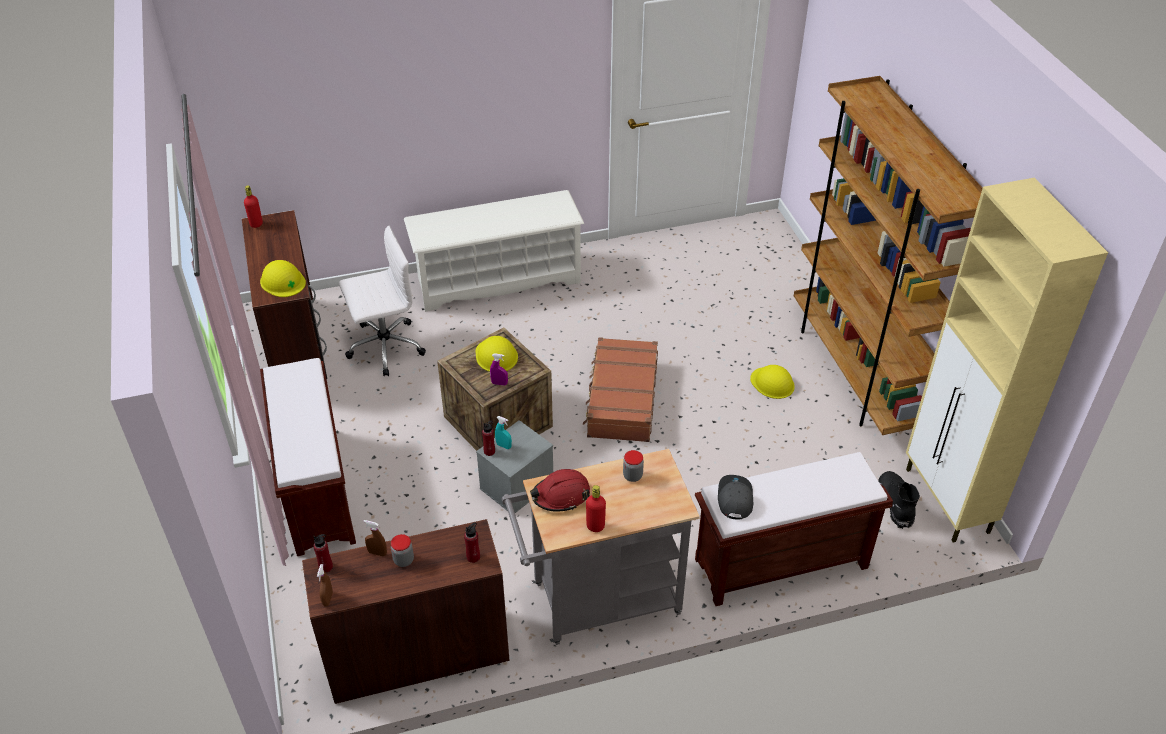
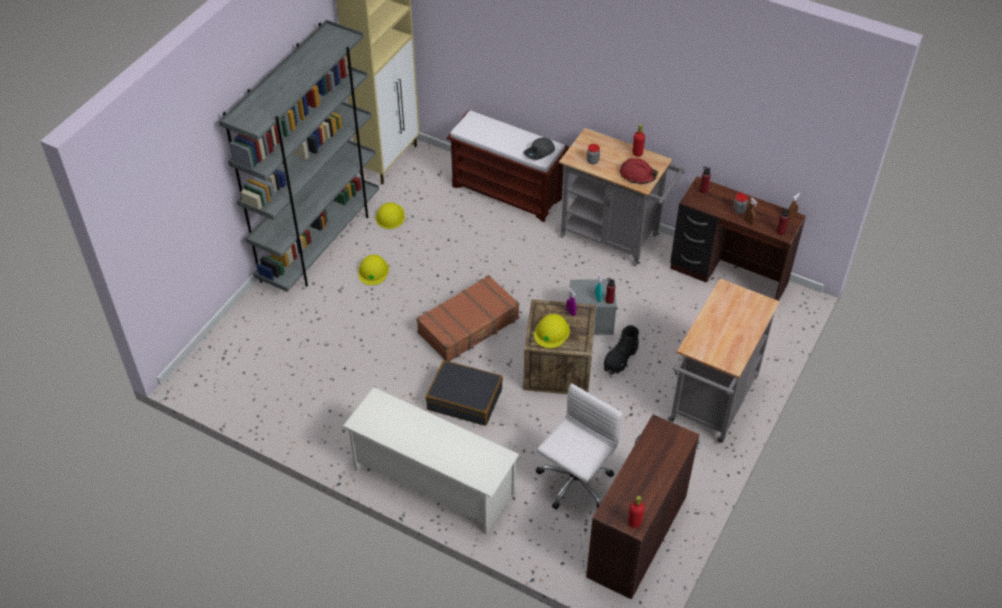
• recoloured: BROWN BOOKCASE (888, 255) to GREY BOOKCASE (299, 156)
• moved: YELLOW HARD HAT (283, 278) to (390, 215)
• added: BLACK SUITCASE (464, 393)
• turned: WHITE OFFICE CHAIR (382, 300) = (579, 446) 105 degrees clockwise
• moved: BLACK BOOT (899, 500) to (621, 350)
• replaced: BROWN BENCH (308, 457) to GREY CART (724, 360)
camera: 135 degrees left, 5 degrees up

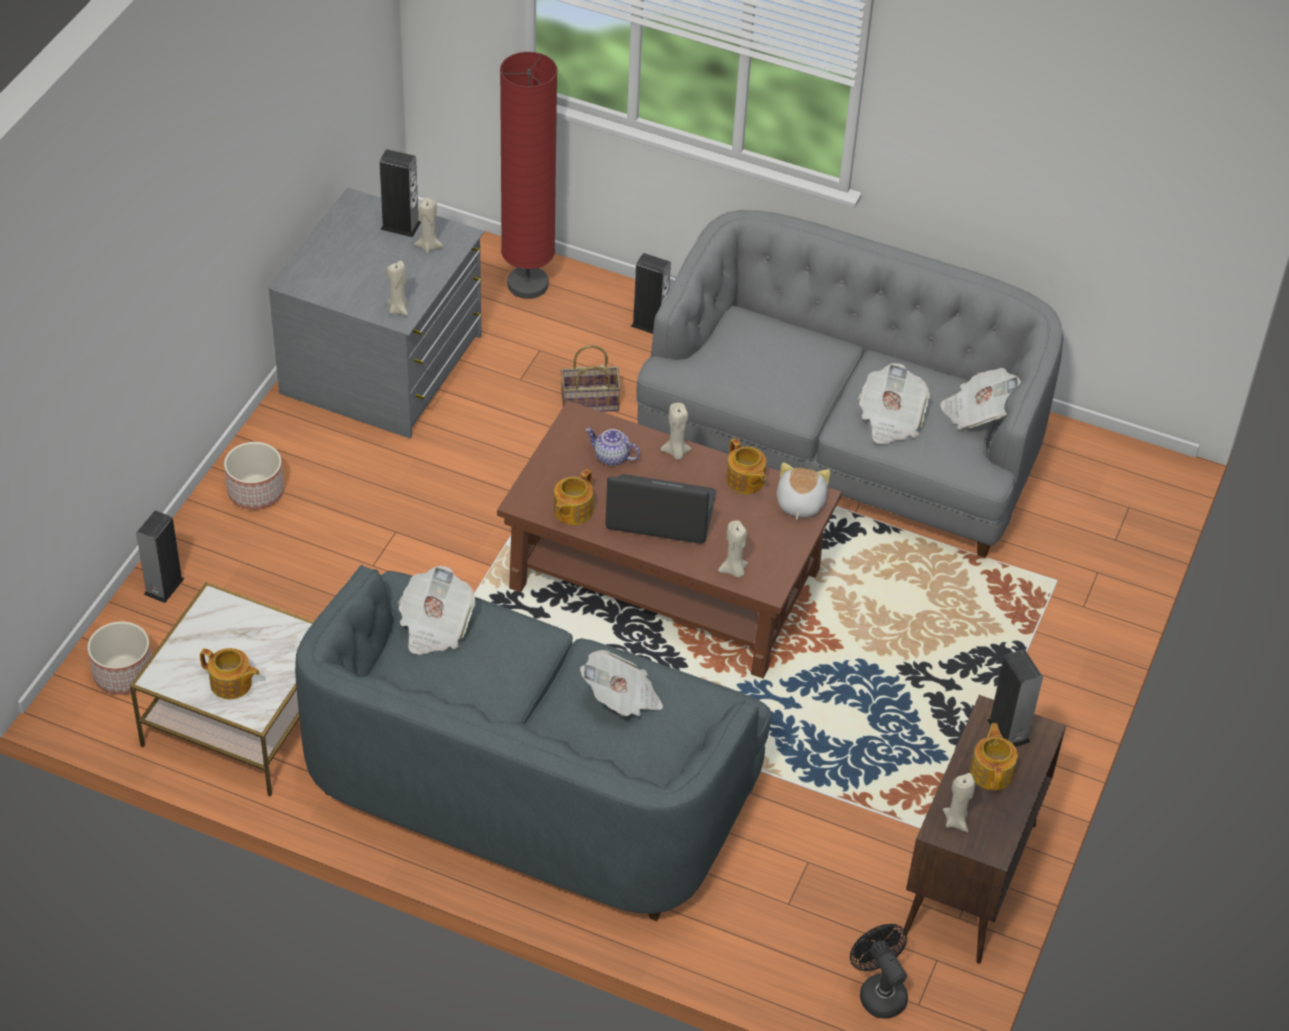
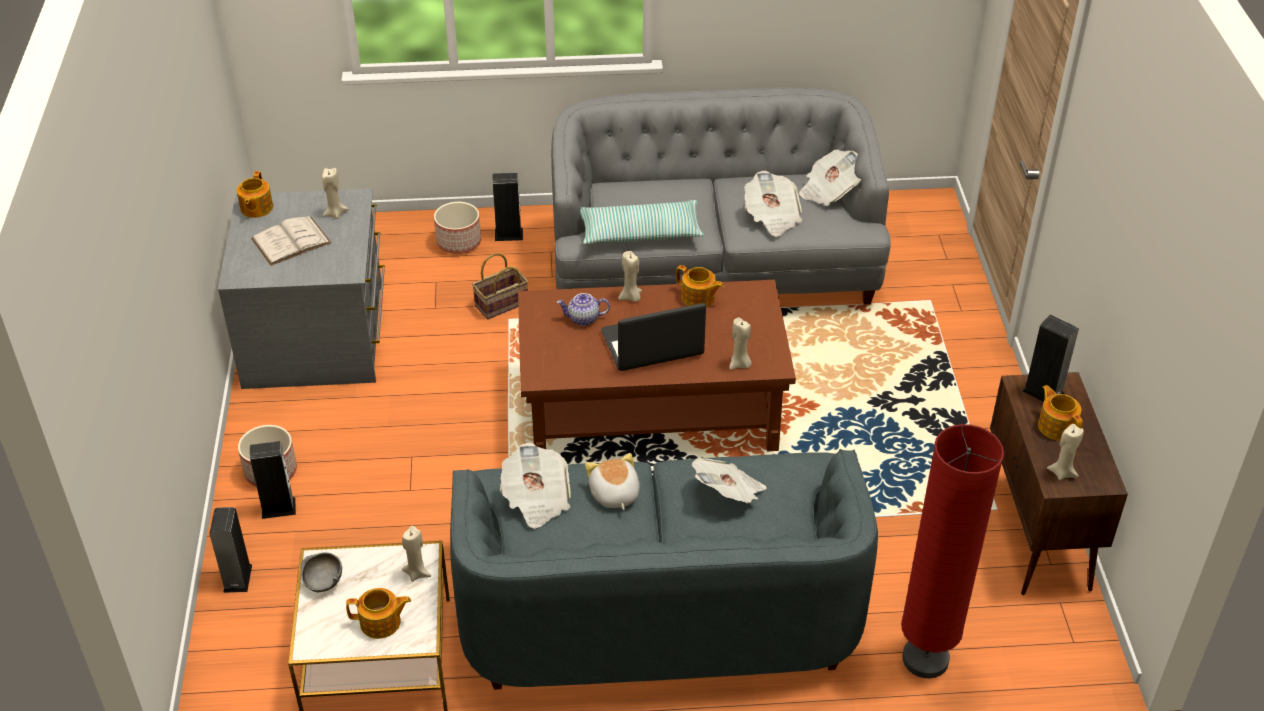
• moved: TEAPOT (573, 497) to (255, 194)
• moved: SPEAKER (400, 193) to (273, 480)
• added: WHITE BOOK (291, 241)
• added: GREY BOWL (321, 572)
• moved: BEIGE CANDLE (397, 288) to (416, 554)
• moved: PLANTER (119, 658) to (457, 228)
• added: PILLOW (642, 222)
• moved: PLUSH TOY (804, 491) to (612, 481)
• moved: RED FLOOR LAMP (529, 175) to (952, 551)
• removed: BLACK FAN (879, 971)
camera: 25 degrees left, 5 degrees down

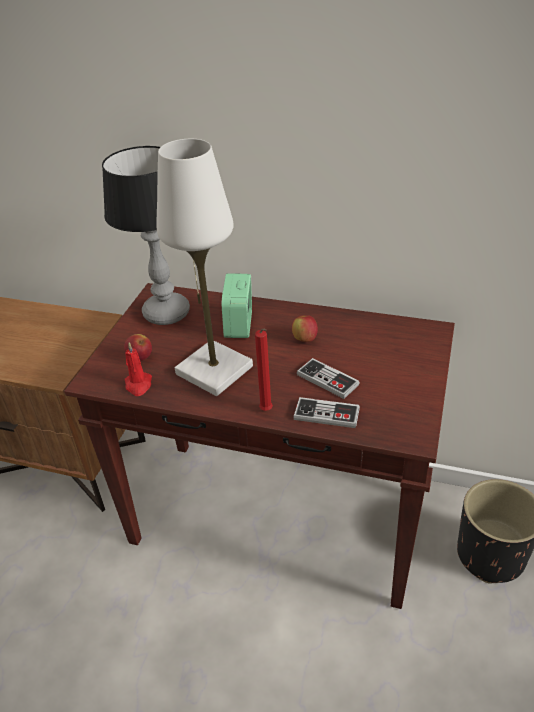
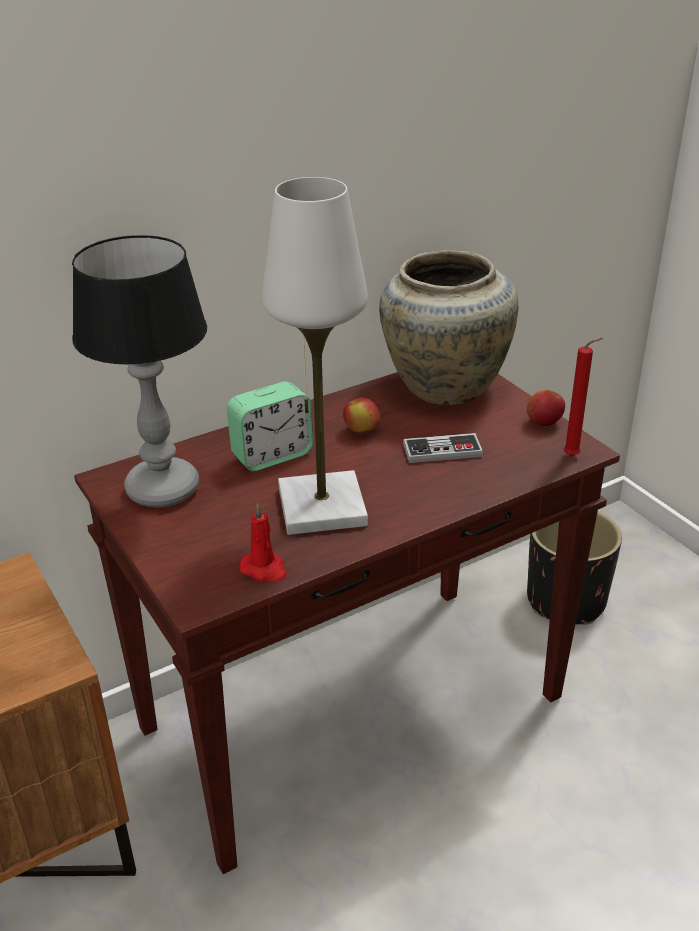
• turned: ALARM CLOCK (237, 305) = (270, 426) 75 degrees counterclockwise
• added: BEIGE VASE (448, 328)
• moved: APPLE (138, 347) to (546, 407)
• moved: RED CANDLE (264, 369) to (583, 397)
• removed: GAME CONTROLLER (326, 412)
camera: 50 degrees left, 5 degrees down

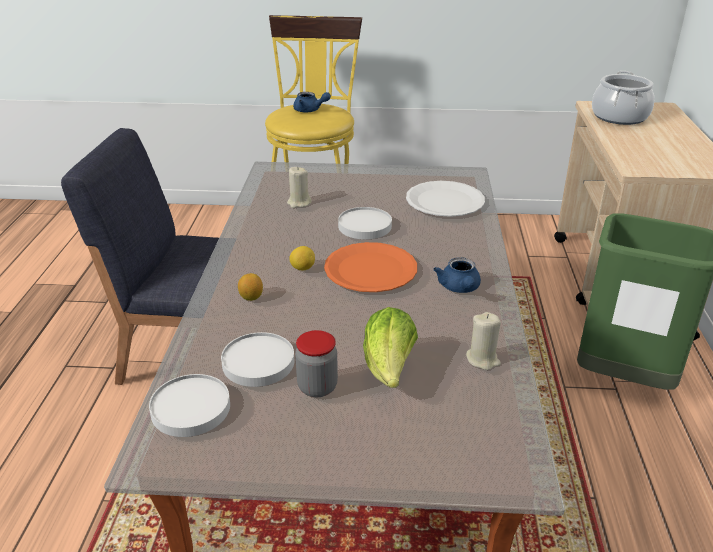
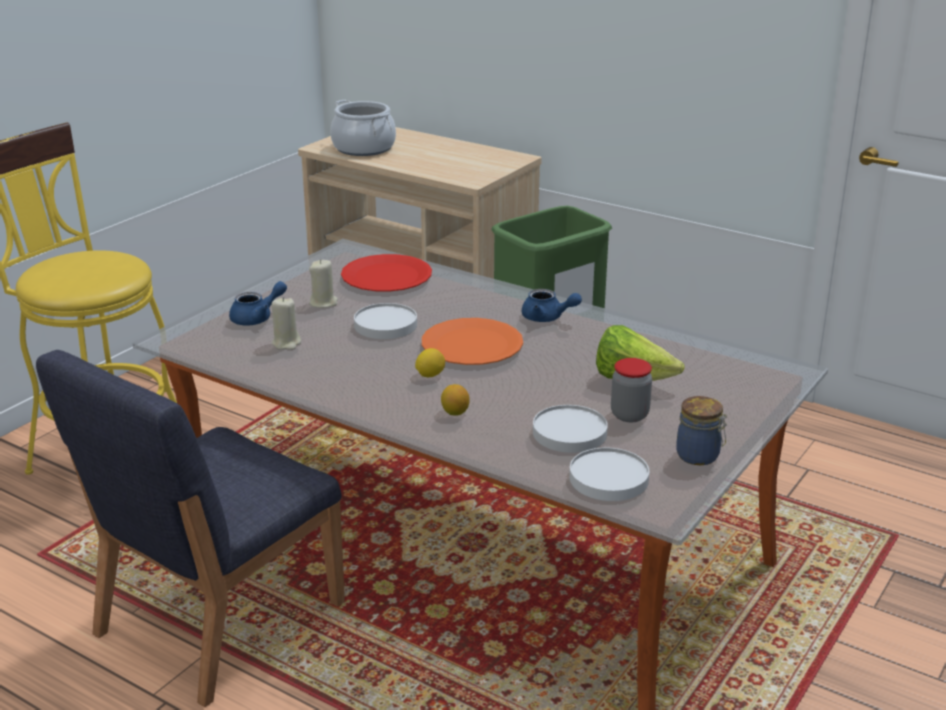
• moved: BLUE TEAPOT (312, 102) to (258, 303)
• moved: BEIGE CANDLE (483, 341) to (323, 283)
• recoloured: WHITE PLATE (445, 199) to RED PLATE (386, 273)
• added: JAR (701, 430)
camera: 60 degrees left, 5 degrees down

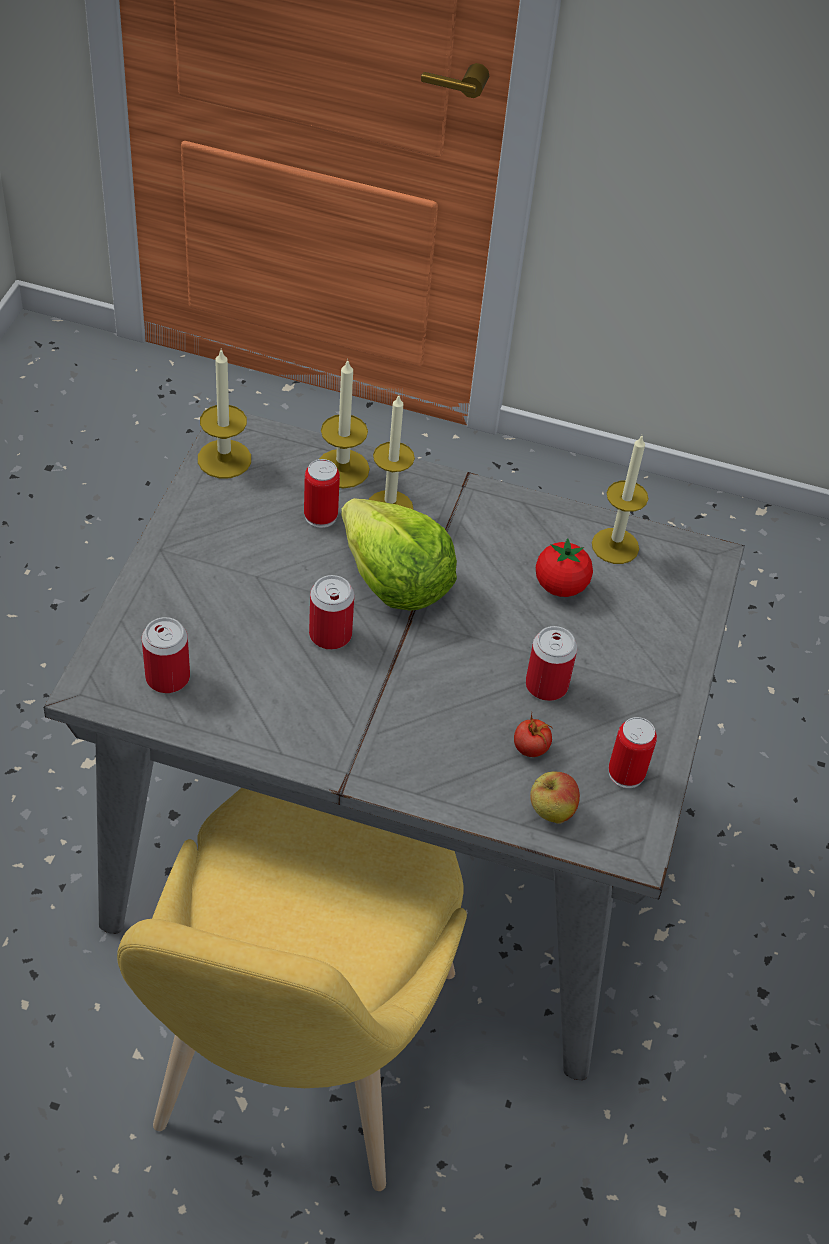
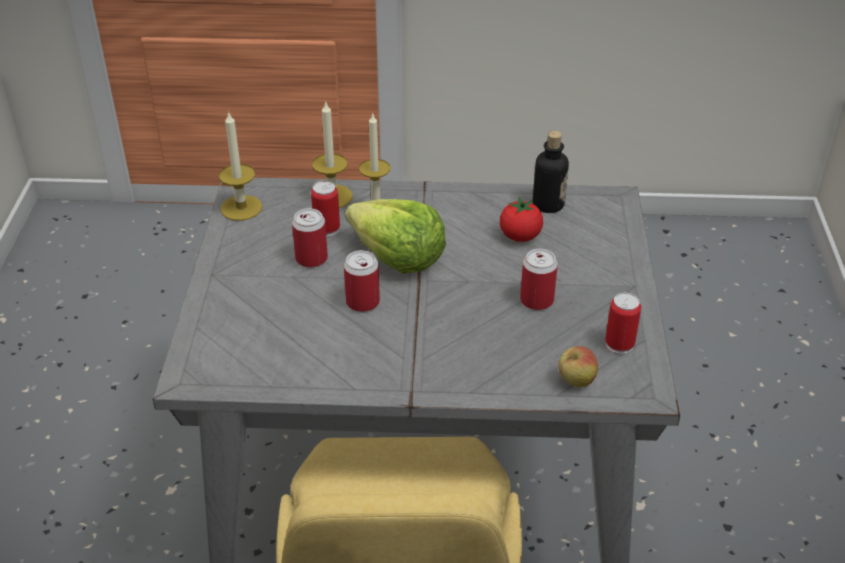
• moved: CAN (166, 655) to (310, 238)
• replaced: CANDLE (620, 500) to BOTTLE (551, 172)
• removed: TOMATO (533, 735)
camera: 10 degrees left, 10 degrees down

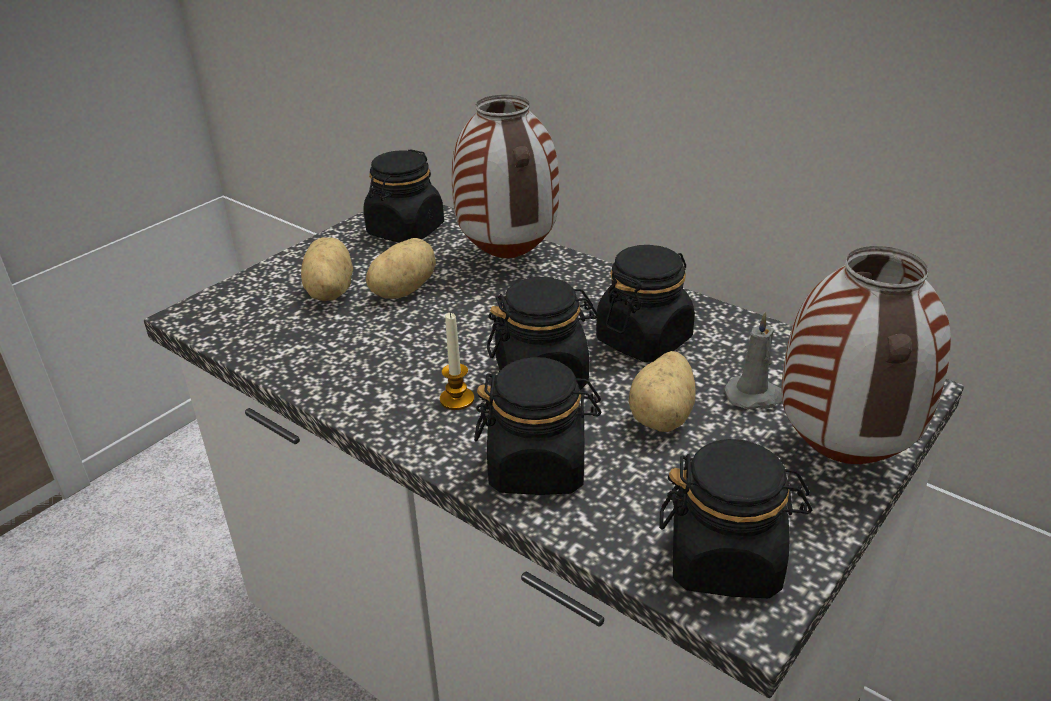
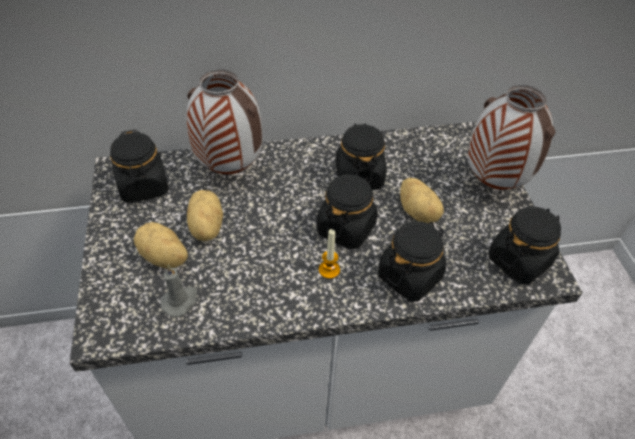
• moved: GREY CANDLE (753, 360) to (179, 291)
camera: 50 degrees left, 15 degrees up

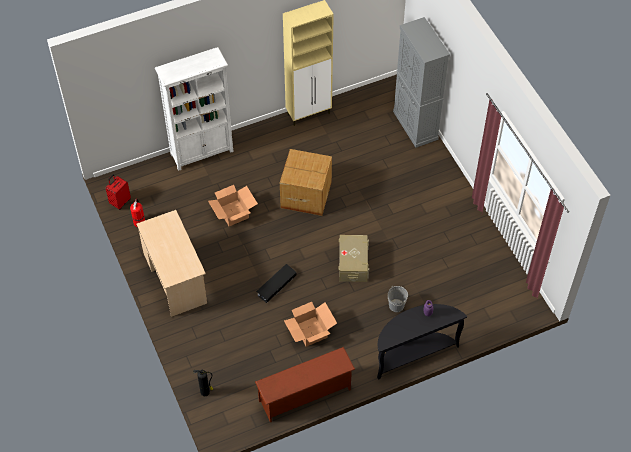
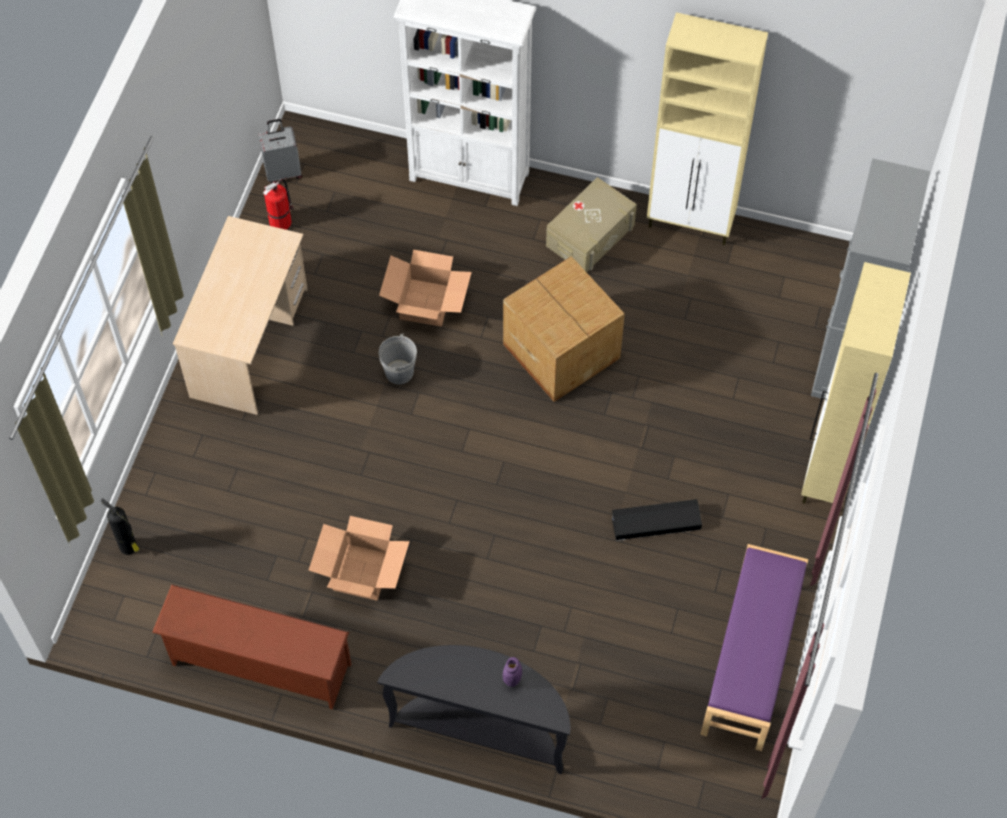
• recoloured: RED SUITCASE (118, 192) to GREY SUITCASE (280, 151)
• moved: GREY BUCKET (398, 299) to (398, 359)
• moved: BEIGE STORAGE BOX (353, 258) to (591, 224)
• moved: BLACK STORAGE BOX (276, 283) to (657, 520)
• added: PURPLE BENCH (754, 647)
• added: BEIGE CABINET (856, 383)
camera: 40 degrees right, 5 degrees up

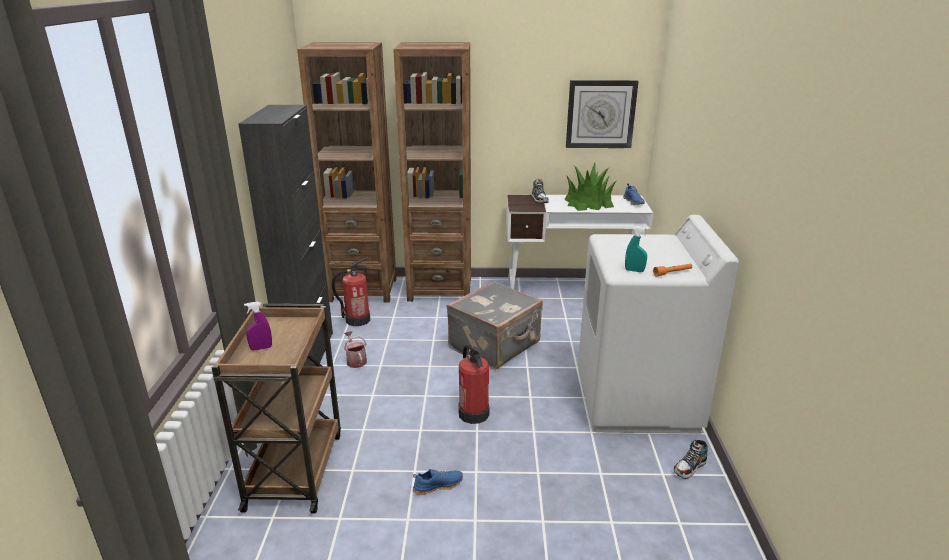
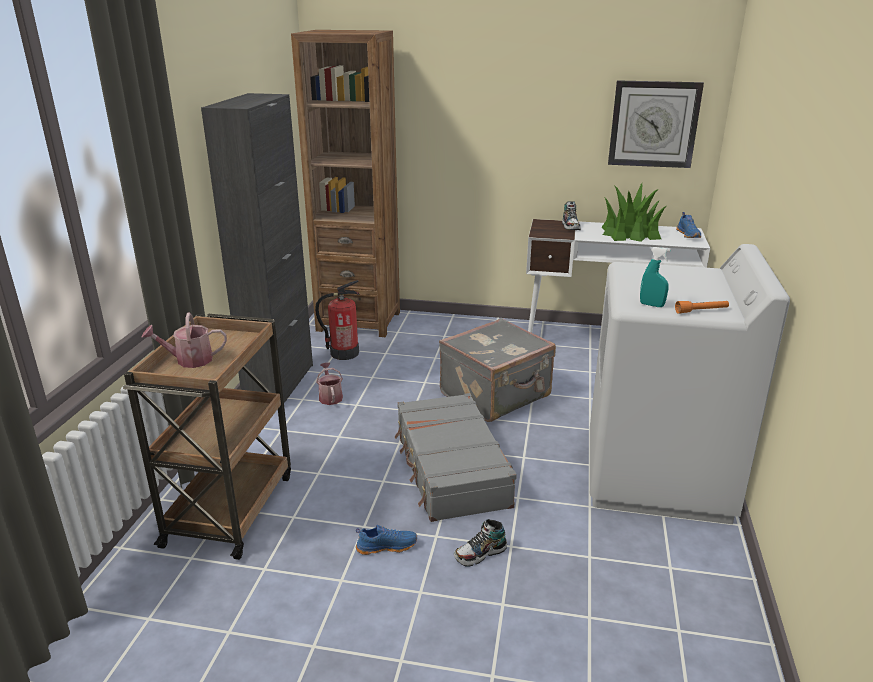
• replaced: PURPLE SPRAY BOTTLE (258, 326) to WATERING CAN (184, 340)
• replaced: FIRE EXTINGUISHER (473, 384) to GREY SUITCASE (455, 457)
• moved: SHOE (691, 459) to (480, 542)
• removed: BROWN BOOKCASE (432, 172)
camera: 10 degrees right, 0 degrees up

